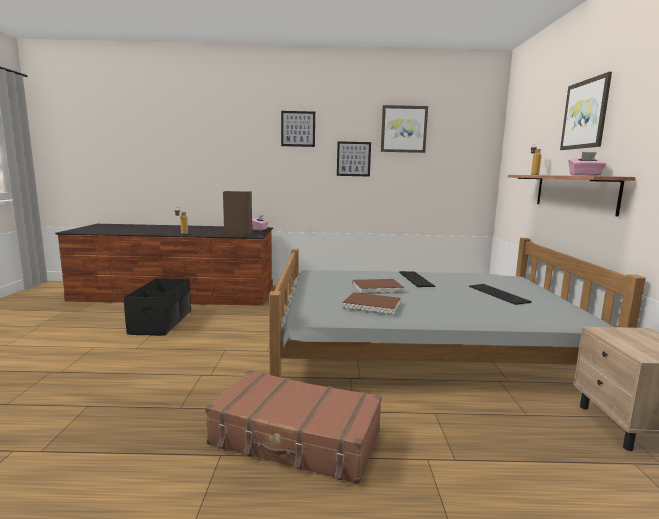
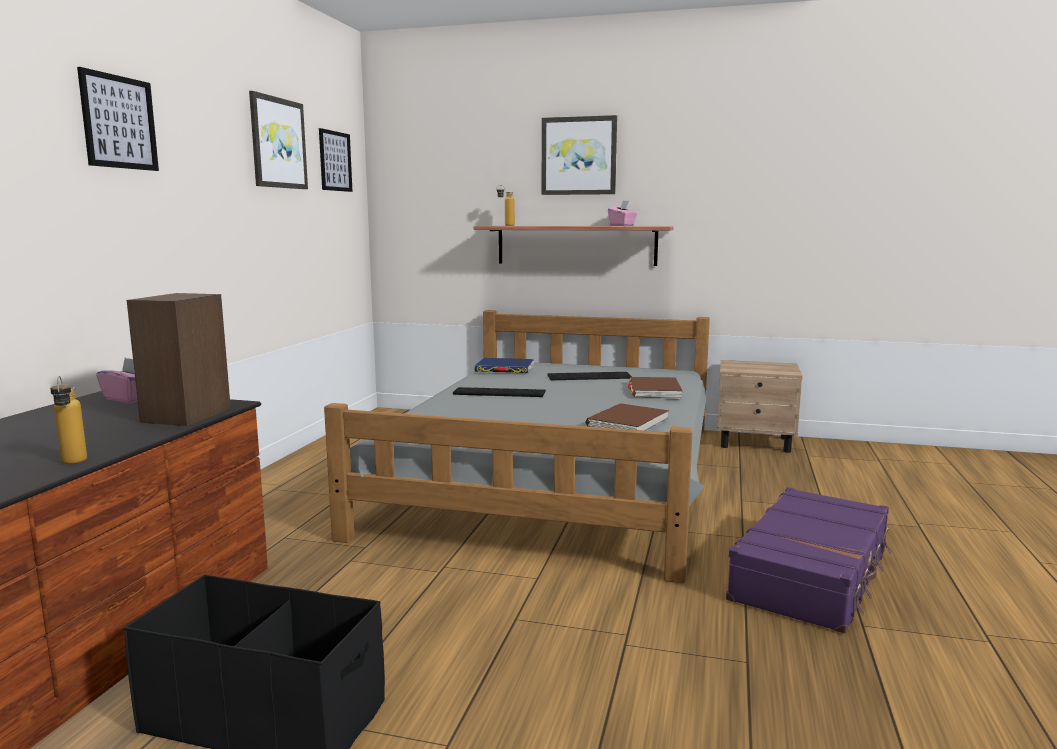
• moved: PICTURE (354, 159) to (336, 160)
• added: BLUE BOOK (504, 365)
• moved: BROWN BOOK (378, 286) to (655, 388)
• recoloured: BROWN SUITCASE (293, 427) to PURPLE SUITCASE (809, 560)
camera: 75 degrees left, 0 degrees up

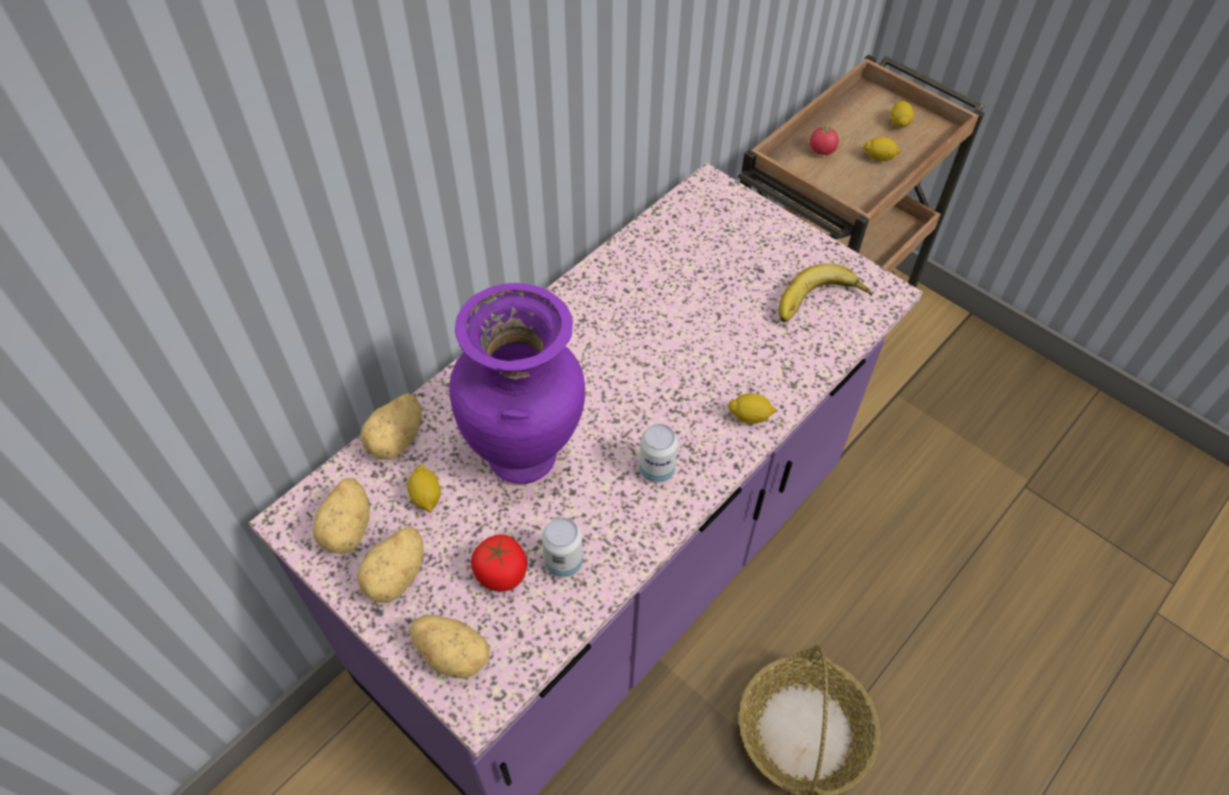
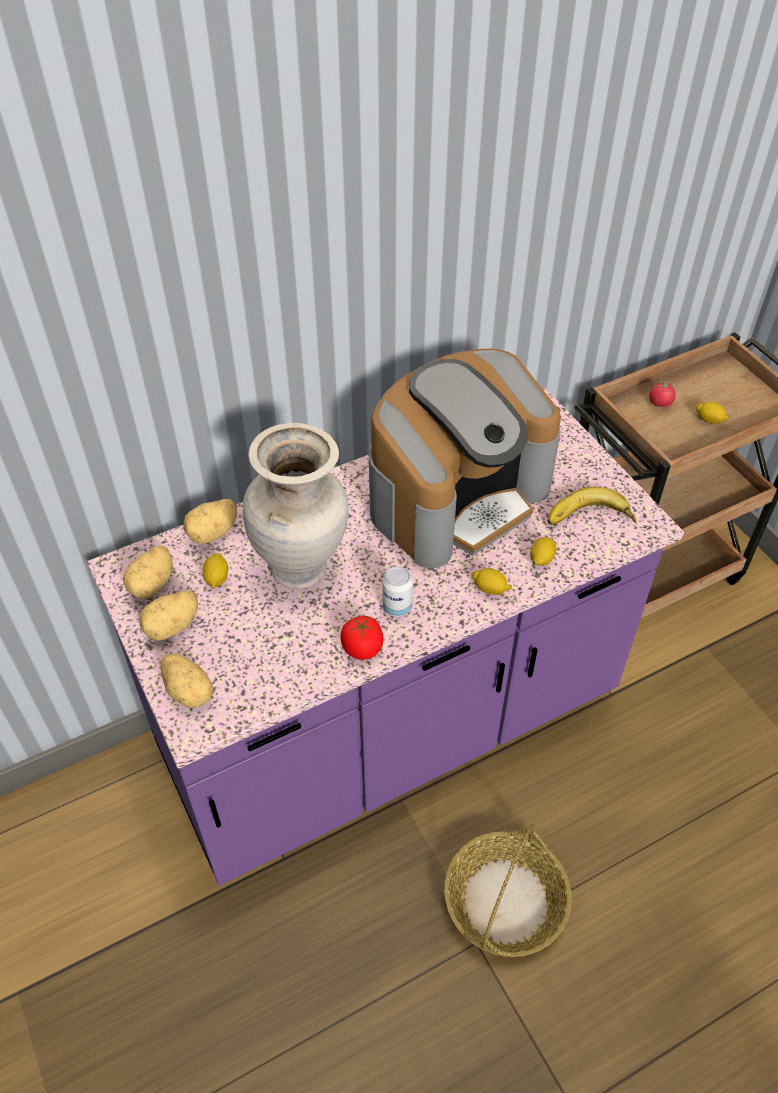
• recoloured: PURPLE VASE (517, 383) to BEIGE VASE (295, 506)
• moved: TOMATO (499, 563) to (362, 638)
• added: COFFEE MACHINE (465, 458)
• moved: LEMON (902, 114) to (543, 551)
• removed: CAN (562, 547)
camera: 20 degrees right, 5 degrees down

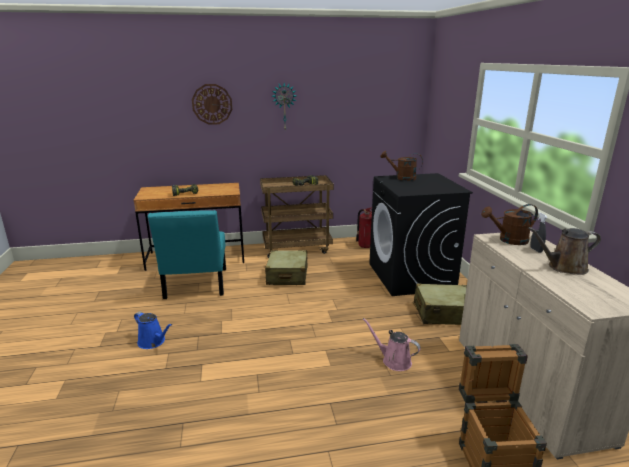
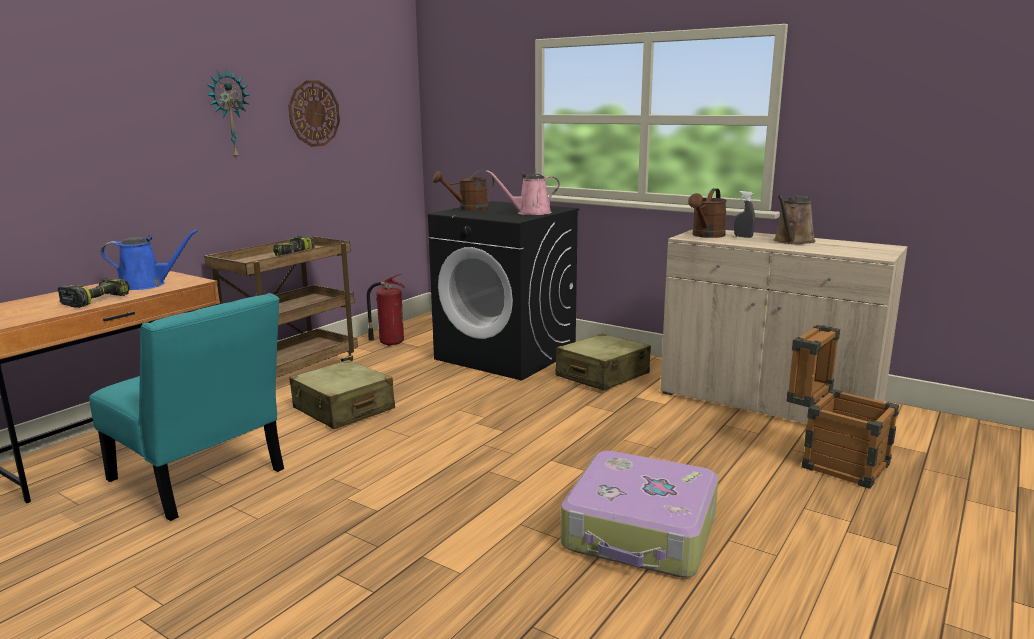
• moved: BLUE WATERING CAN (153, 330) to (149, 259)
• moved: WALL CLOCK (212, 104) to (314, 113)
• moved: PINK WATERING CAN (392, 344) to (523, 192)
• added: SUITCASE (640, 514)
camera: 45 degrees left, 5 degrees down

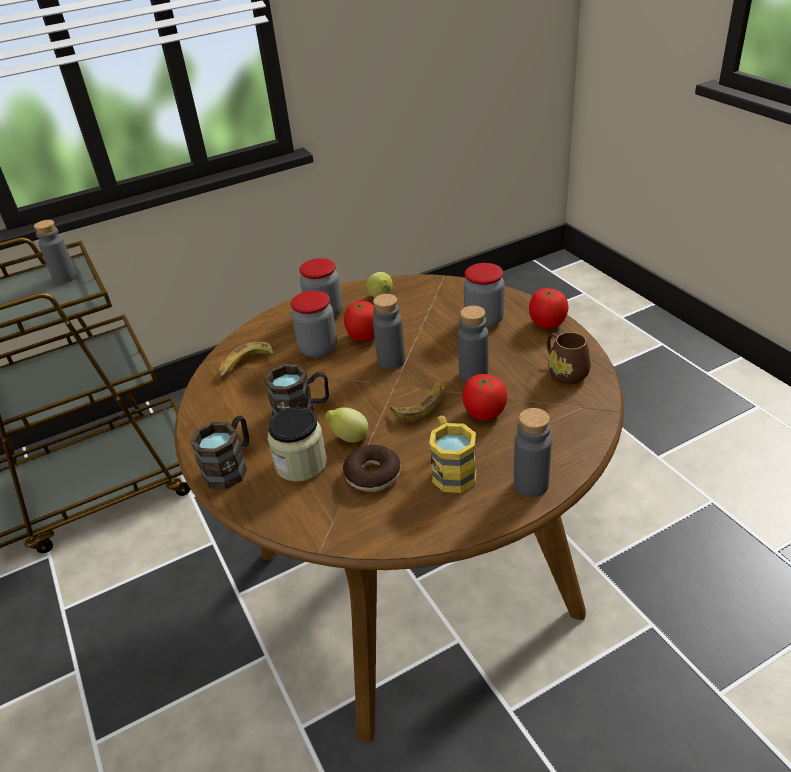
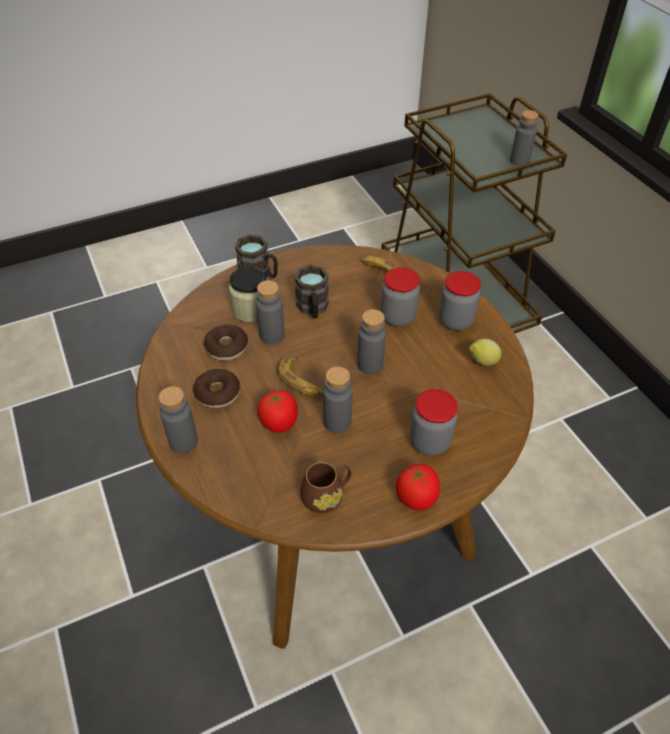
• replaced: YELLOW MUG (453, 454) to DONUT (216, 388)
• replaced: LEMON (346, 425) to GREY BOTTLE (270, 312)
• removed: TOMATO (359, 321)
camera: 90 degrees right, 10 degrees up

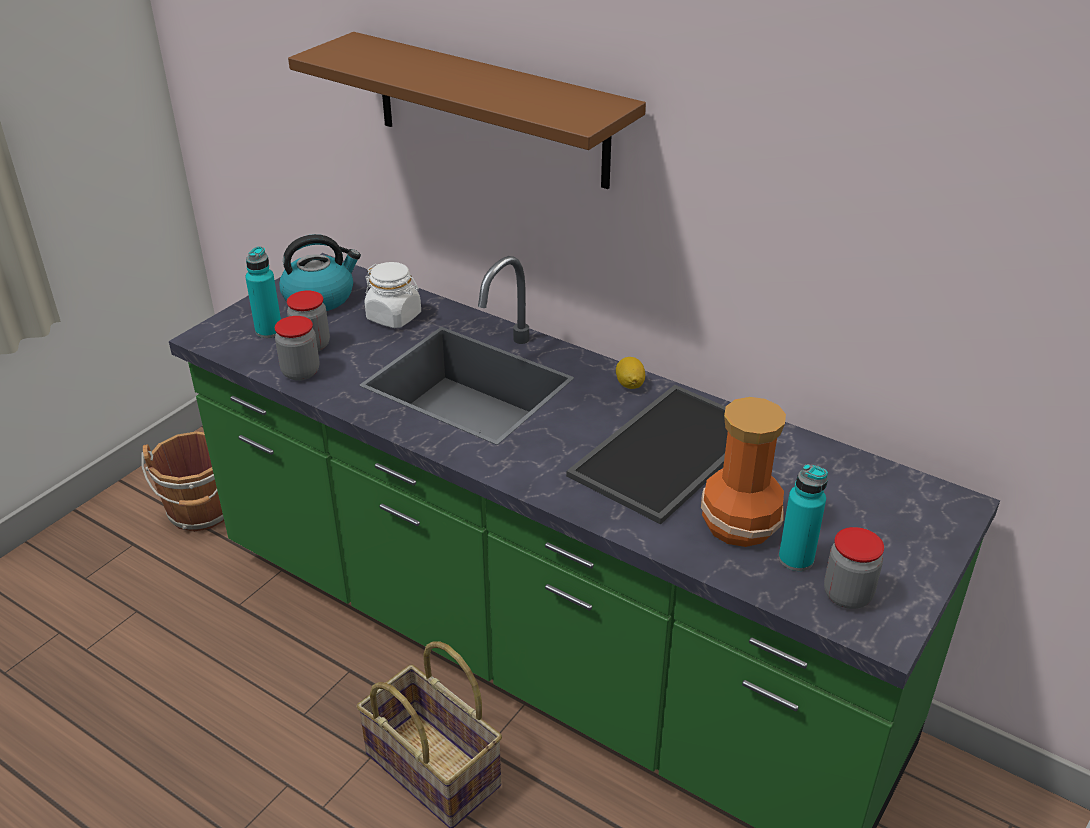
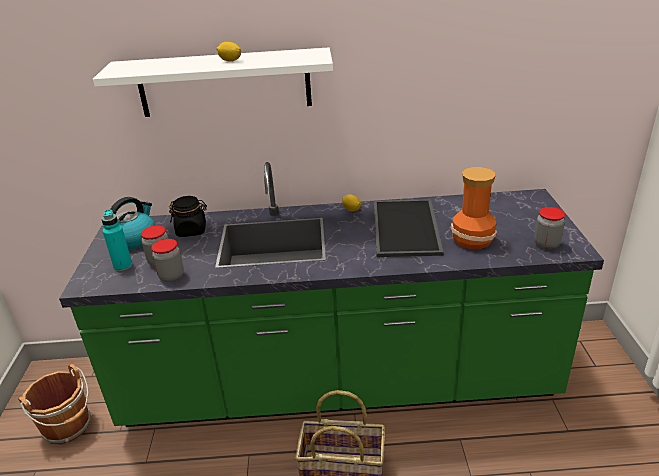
• recoloured: BROWN SHELF (467, 110) to WHITE SHELF (213, 82)
• recoloured: WHITE JAR (393, 295) to BLACK JAR (188, 216)
• added: LEMON (228, 52)
• removed: TURQUOISE BOTTLE (803, 517)
camera: 35 degrees left, 5 degrees down

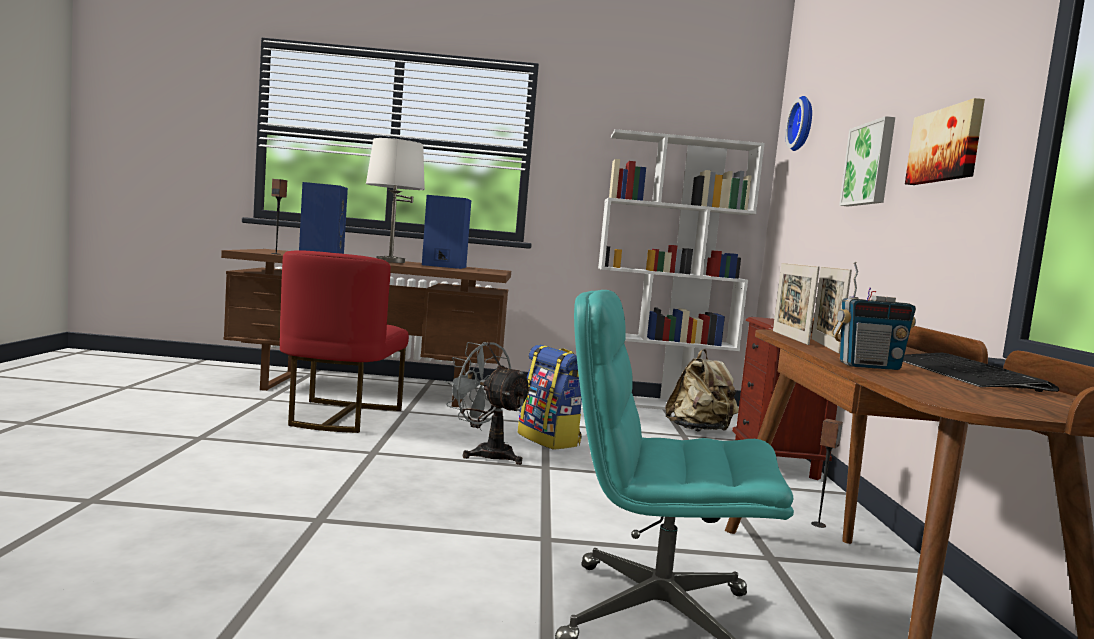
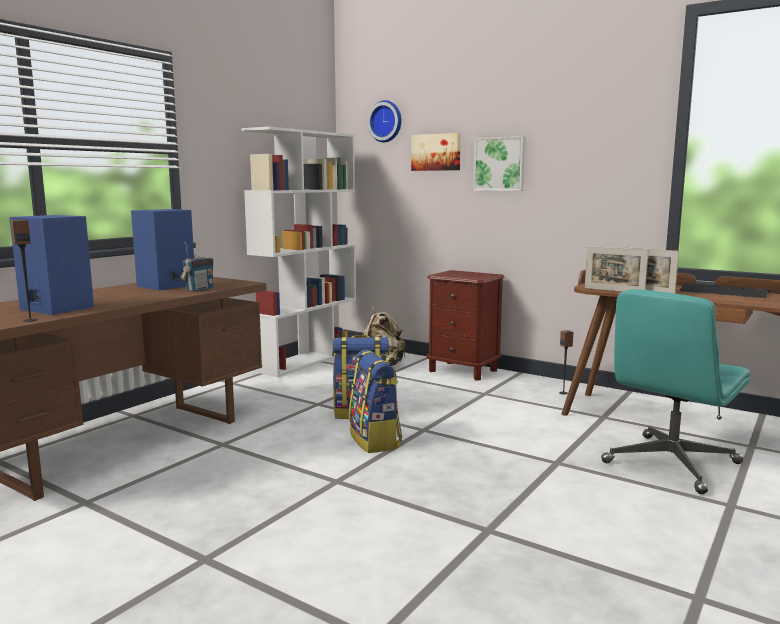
• moved: RADIO (874, 316) to (197, 267)
• replaced: GREY FAN (488, 403) to BACKPACK (375, 401)
• moved: PICTURE (945, 141) to (436, 152)
• removed: RED CHAIR (344, 341)
• removed: WHITE TABLE LAMP (395, 200)
camera: 55 degrees left, 5 degrees up

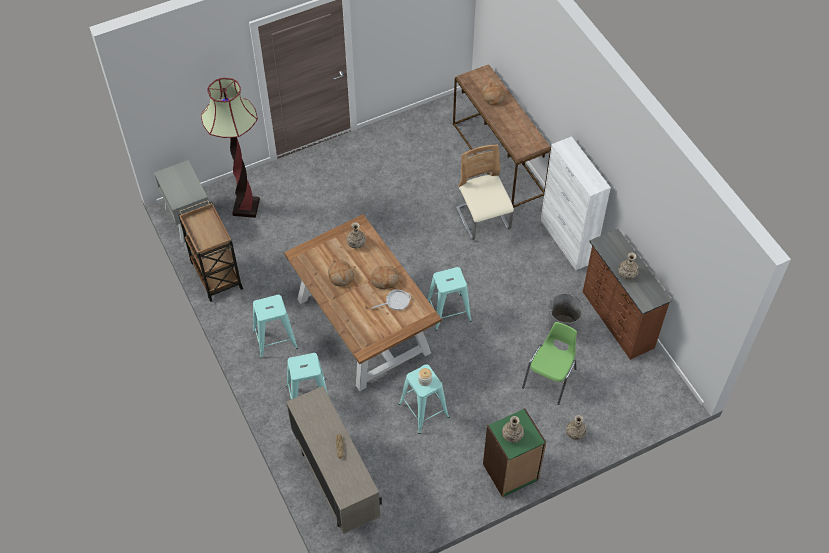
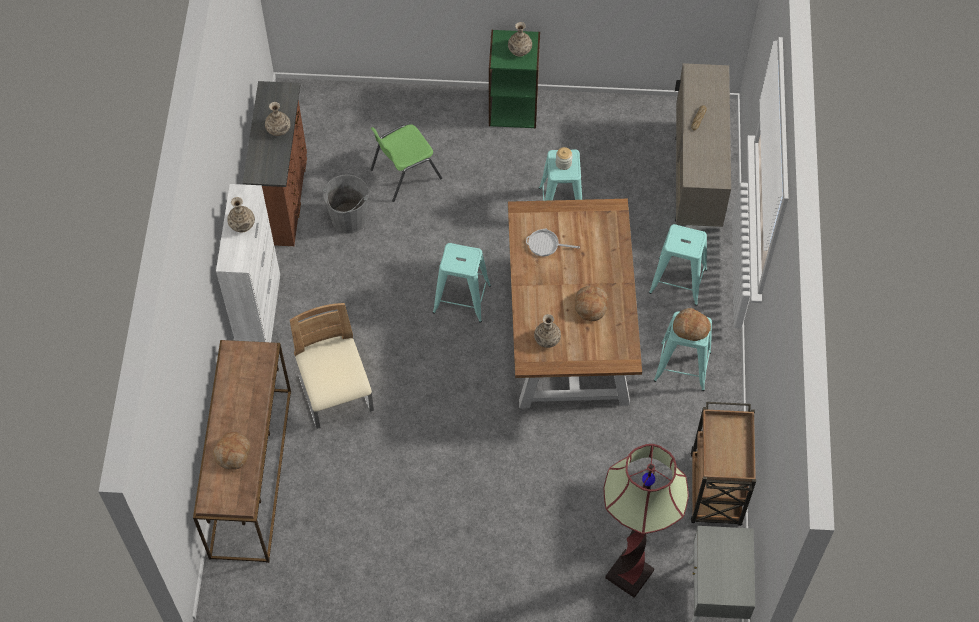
• moved: VASE (576, 427) to (241, 215)
• turned: BEIGE CHAIR (485, 192) = (332, 366) 150 degrees clockwise
• moved: BREAD (385, 277) to (692, 324)
camera: 150 degrees left, 5 degrees up

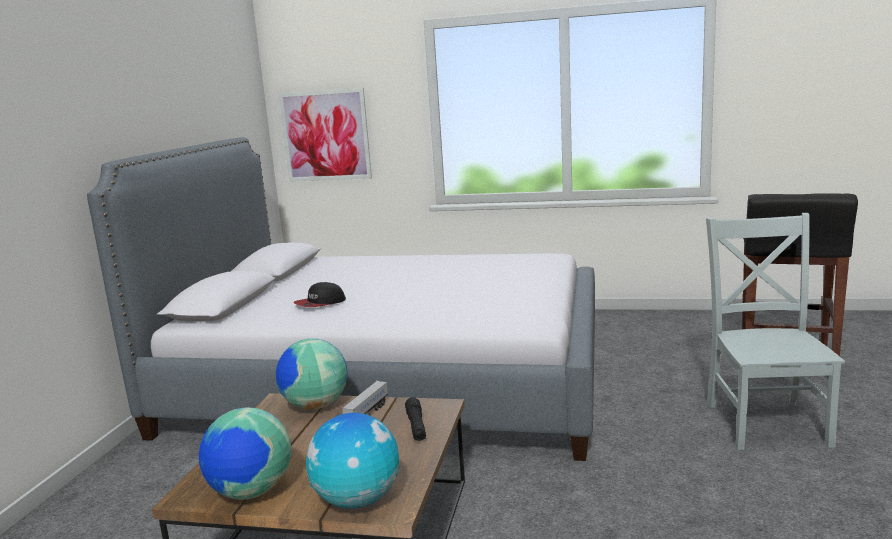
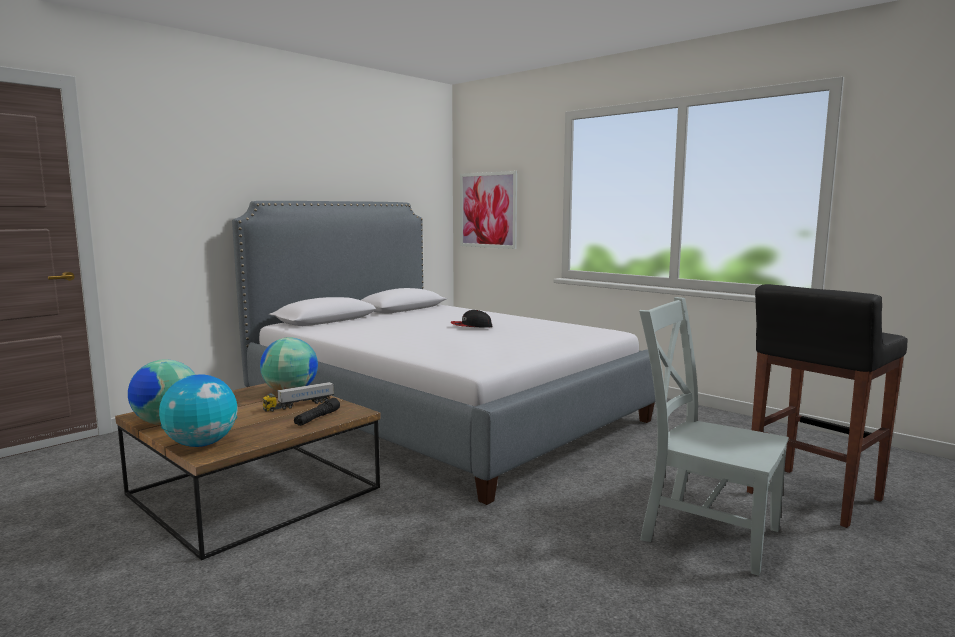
• moved: CAP (319, 294) to (471, 319)
• turned: GREY CHAIR (775, 331) = (714, 436) 90 degrees counterclockwise
camera: 30 degrees right, 5 degrees down

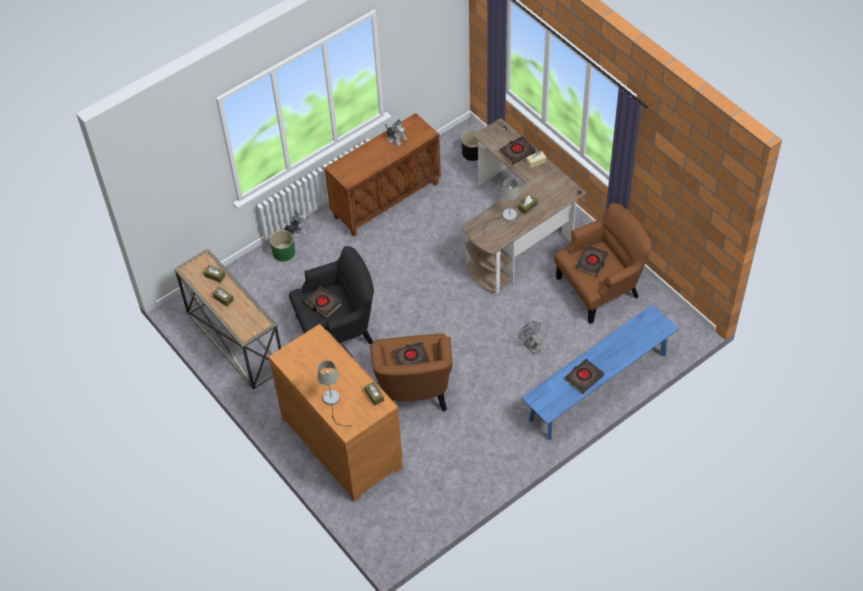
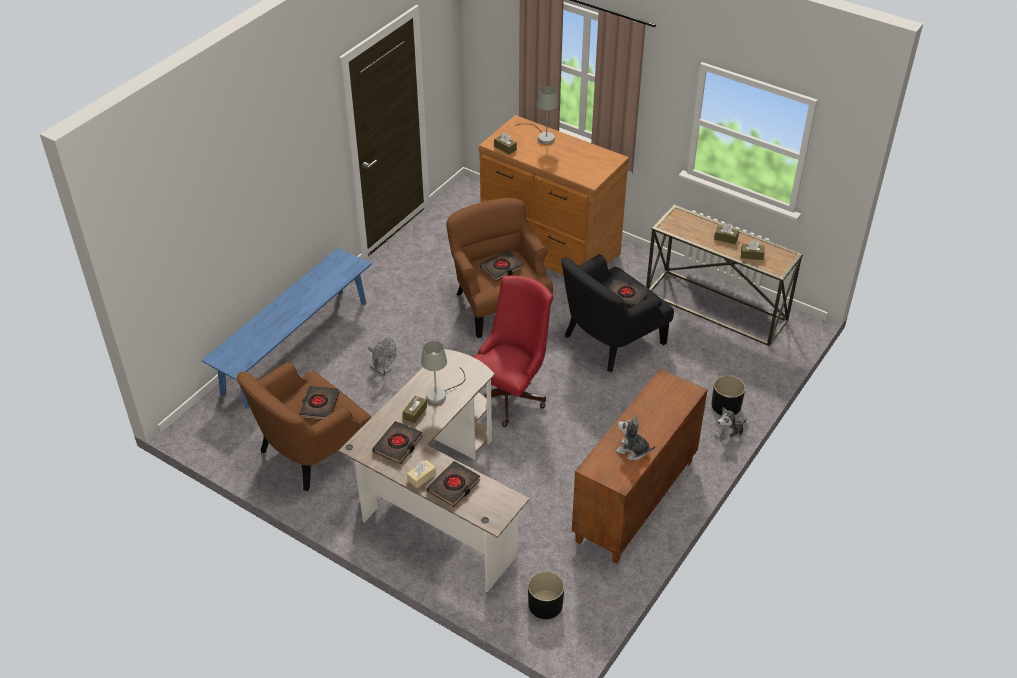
• moved: BLACK BOOK (584, 376) to (397, 442)
• added: RED OFFICE CHAIR (513, 351)
• recoloured: GREEN PLANTER (282, 246) to BLACK PLANTER (728, 395)
camera: 160 degrees right, 10 degrees down

